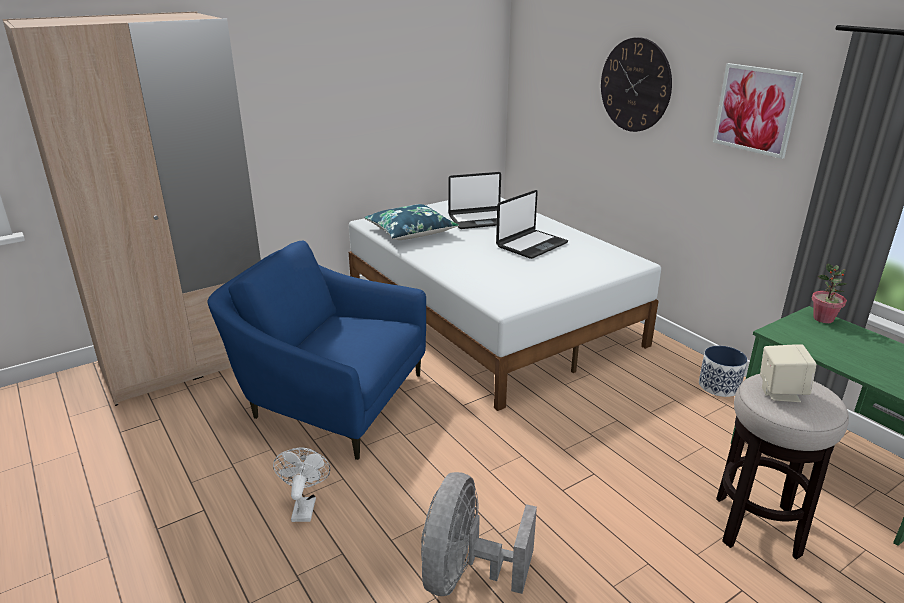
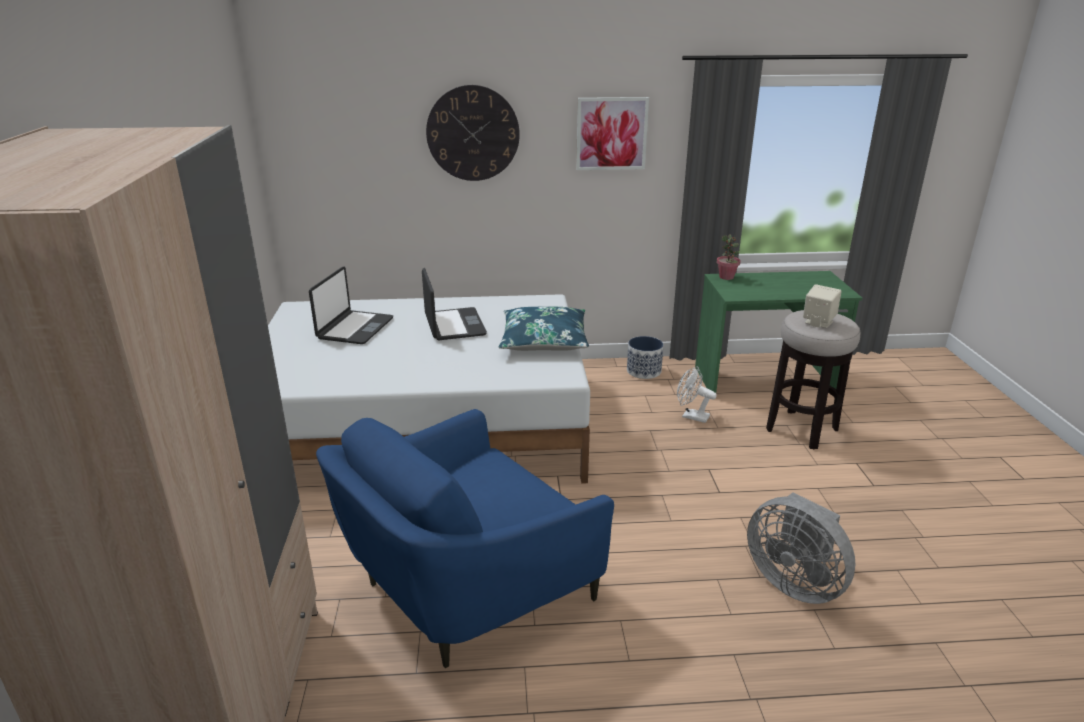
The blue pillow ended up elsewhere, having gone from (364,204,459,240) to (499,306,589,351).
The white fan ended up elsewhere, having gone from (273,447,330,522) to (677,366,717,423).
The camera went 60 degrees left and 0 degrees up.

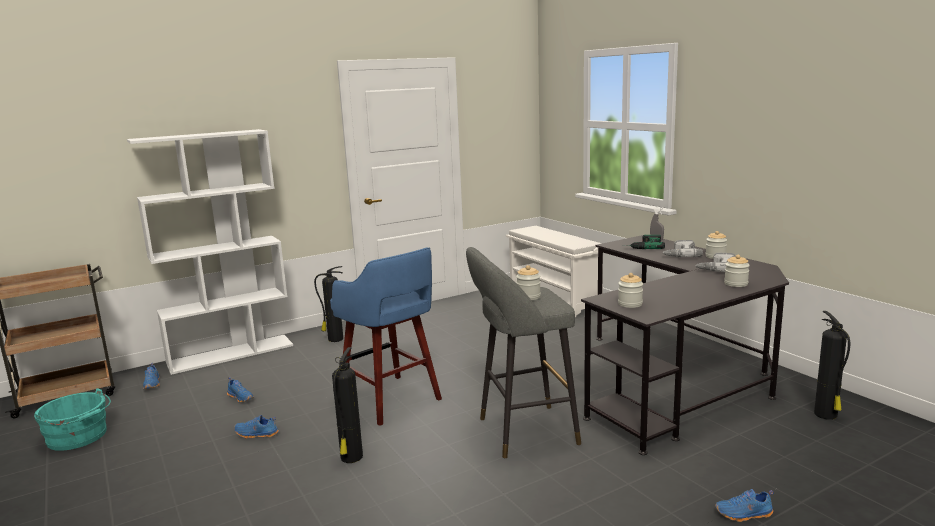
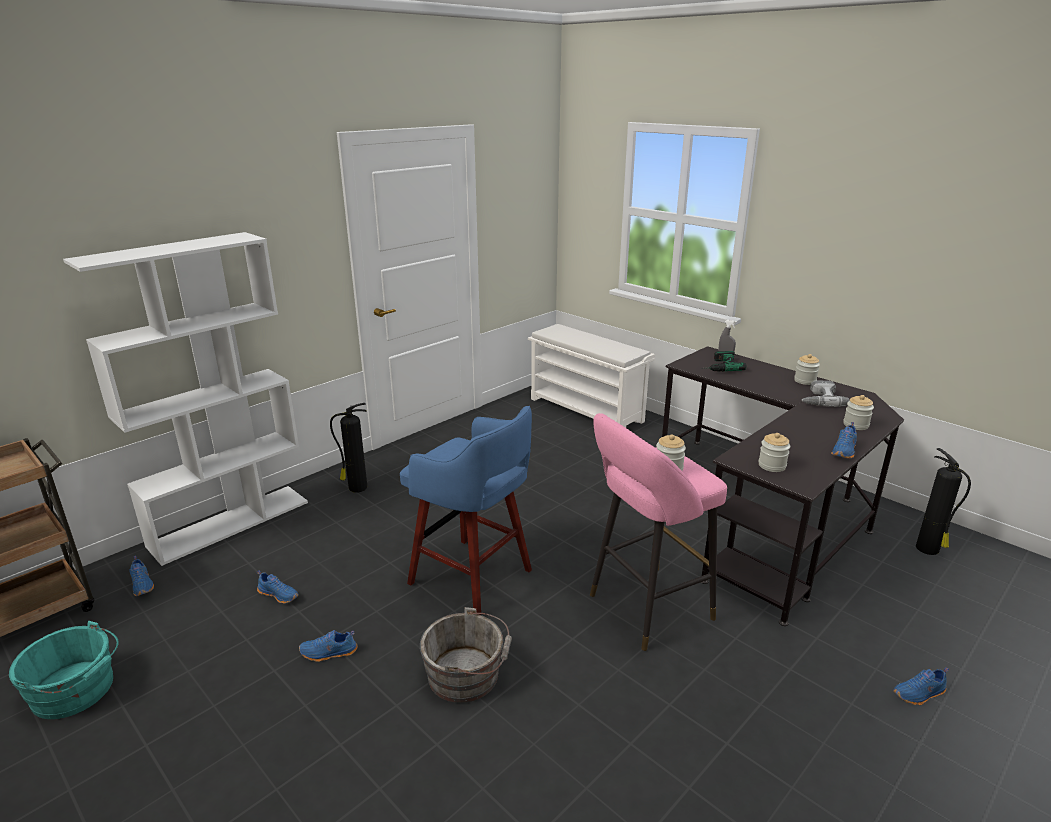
Where the fire extinguisher stood at (332,347,363,463), the grey bucket came to stand at (420,607,512,703).
What was the grey stool at (466,247,581,458) turned into the pink stool at (590,413,727,651).
The second view gained the blue shoe at (831,422,857,459).
The second view lost the power drill at (663,240,703,257).
The camera went 15 degrees left and 10 degrees up.

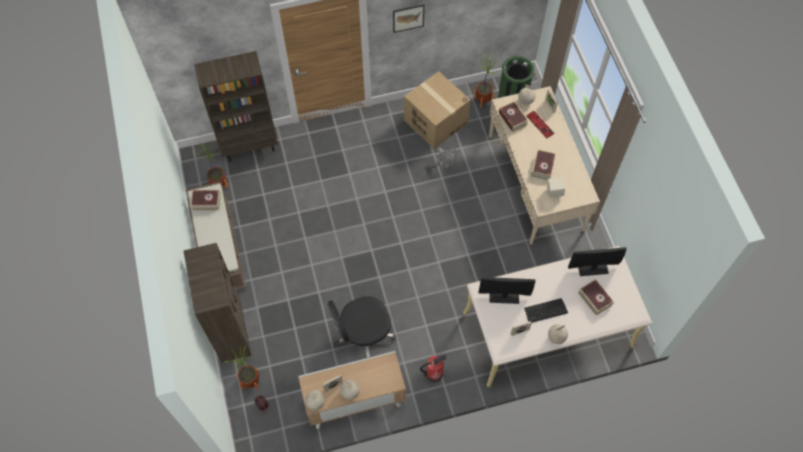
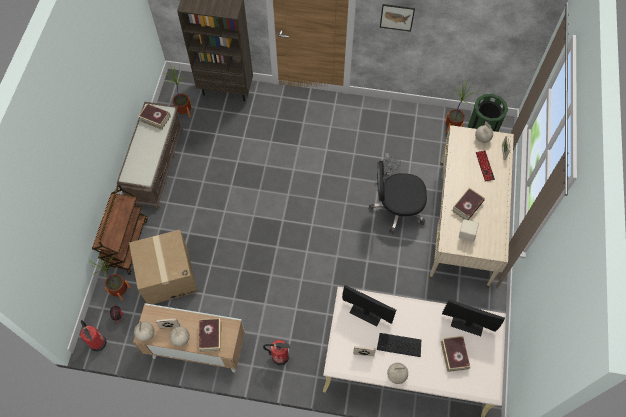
The second view gained the fire extinguisher at (80,320,107,352).
Where the brown bookcase stood at (184,243,251,363), the brown cart came to stand at (92,185,148,275).
The cardboard box ended up elsewhere, having gone from (404,71,470,149) to (129,230,197,304).
The book ended up elsewhere, having gone from (499,101,529,132) to (199,318,221,352).
The black office chair ended up elsewhere, having gone from (327,296,396,358) to (369,161,427,234).
The camera went 25 degrees right and 0 degrees up.

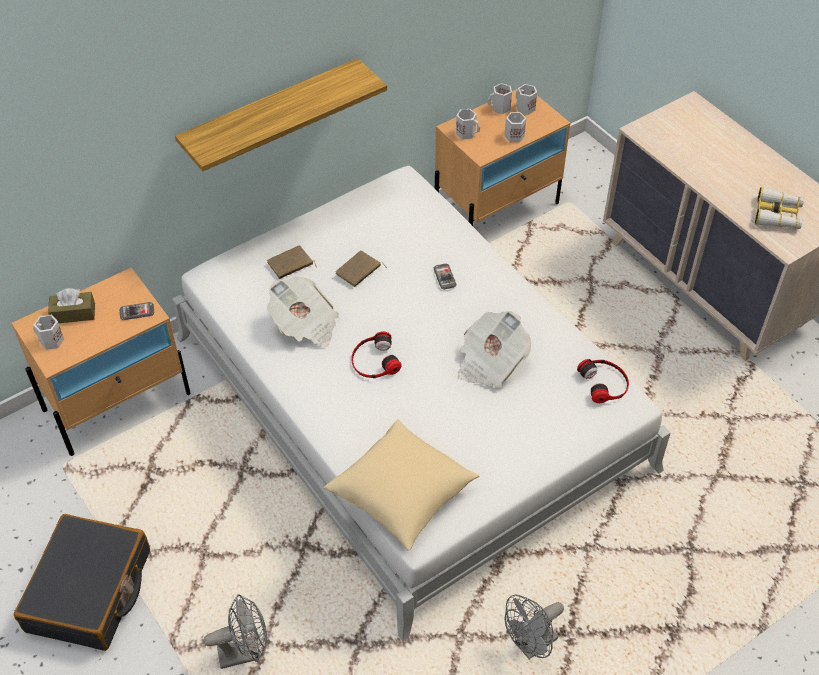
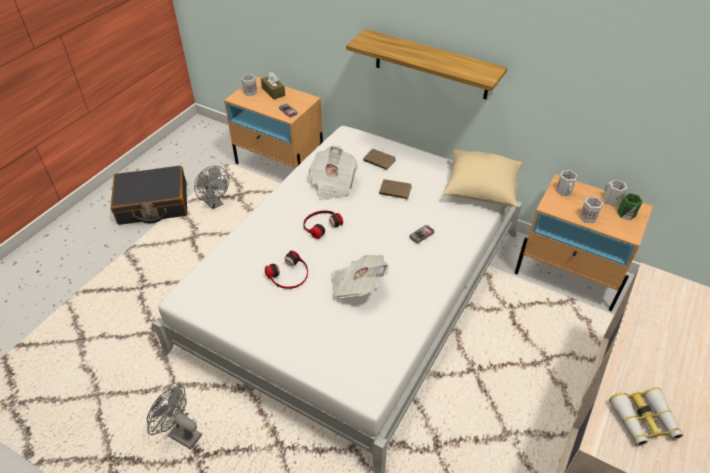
The grey fan ended up elsewhere, having gone from (204,594,267,669) to (194,166,229,210).
The headphones ended up elsewhere, having gone from (577,359,629,403) to (265,251,308,289).
The beige pillow ended up elsewhere, having gone from (323,419,480,551) to (443,150,523,207).
What was the white mug at (516,84,537,115) turned into the green mug at (617,193,643,220).
The camera went 65 degrees right and 5 degrees down.

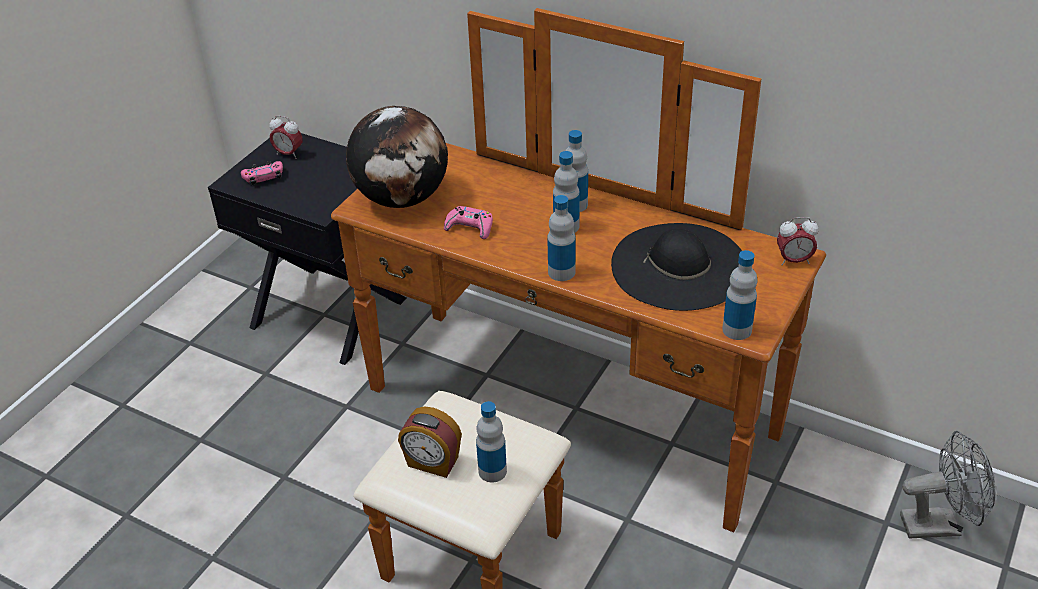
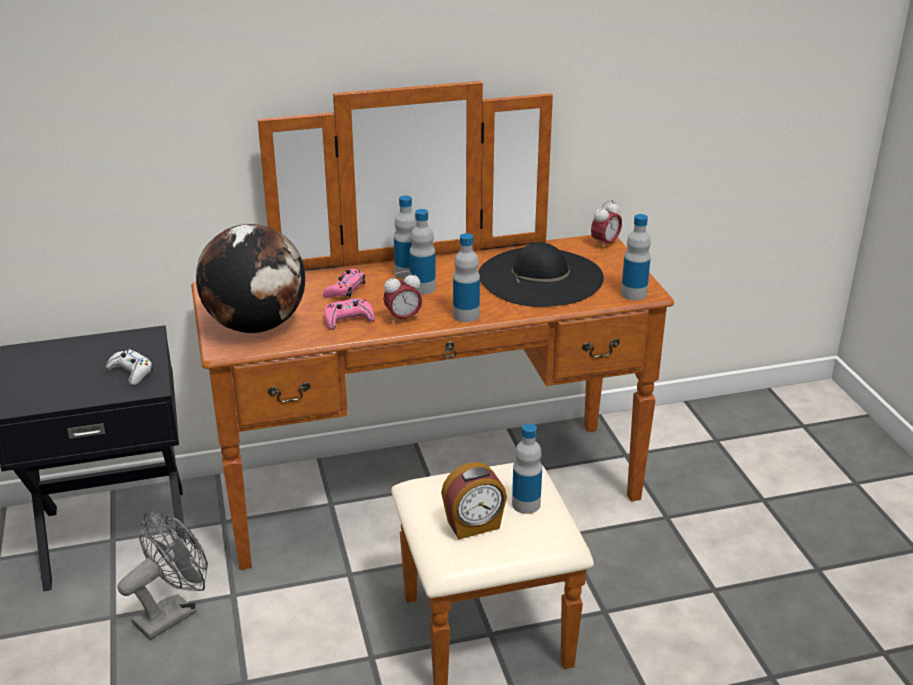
The second view gained the white game controller at (106,350,153,385).
The grey fan ended up elsewhere, having gone from (900,431,996,539) to (118,512,208,640).
The pink game controller ended up elsewhere, having gone from (241,161,283,185) to (323,269,365,298).
The alarm clock ended up elsewhere, having gone from (269,115,303,159) to (383,271,422,324).
The camera went 45 degrees left and 10 degrees down.

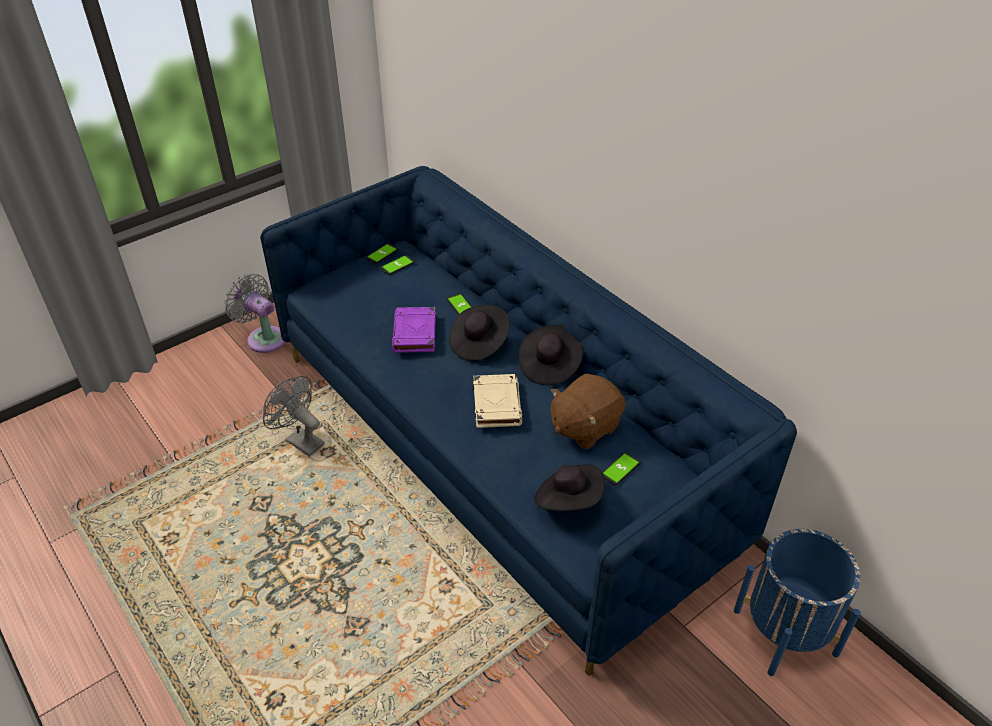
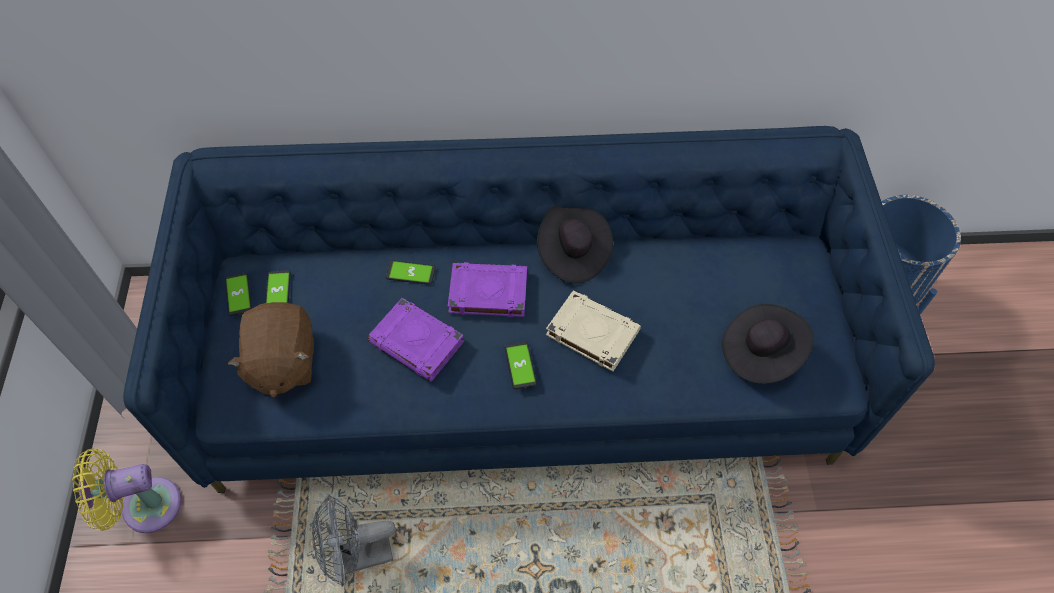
What was the grey fan at (224,274,285,353) turned into the yellow fan at (72,449,181,533).
The brown plush toy ended up elsewhere, having gone from (551,373,626,450) to (227,302,314,397).
Where the black hat stood at (449,305,510,361), the purple book came to stand at (448,262,527,317).
The phone ended up elsewhere, having gone from (603,452,641,486) to (505,342,537,389).
The camera went 55 degrees left and 15 degrees up.

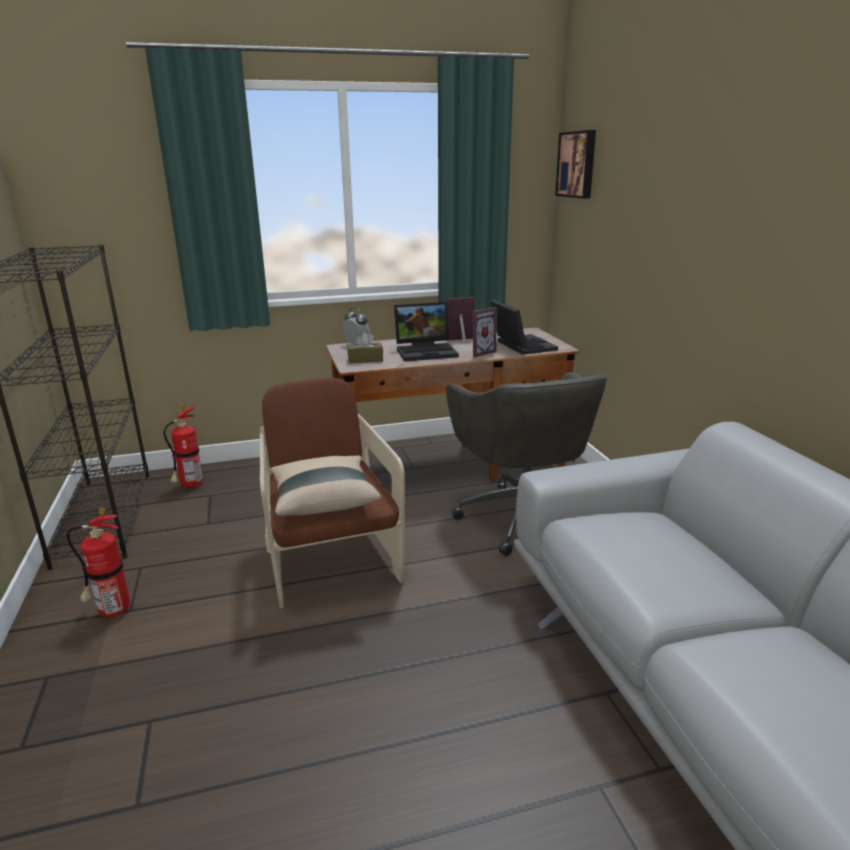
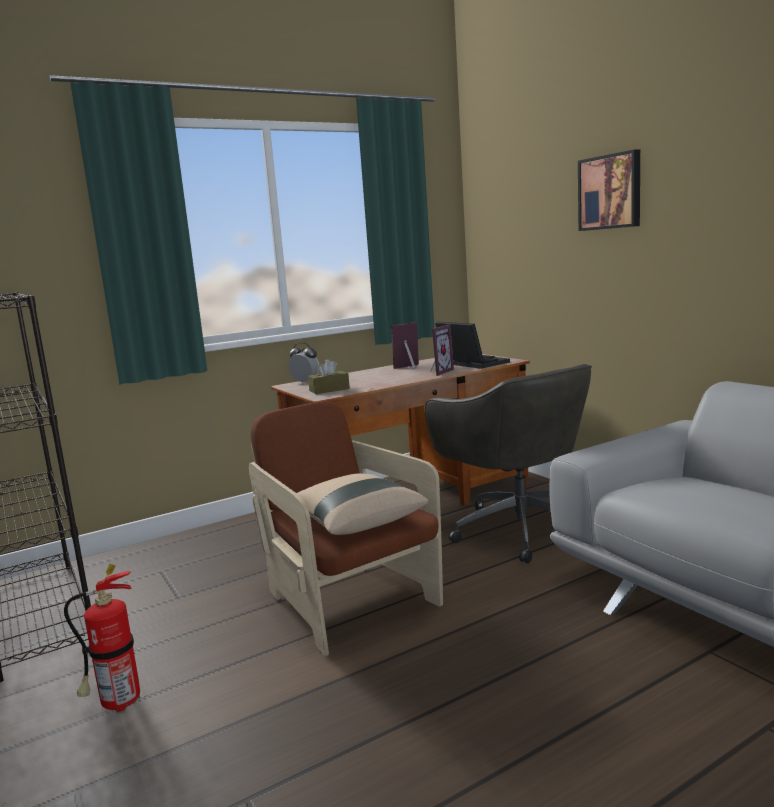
The picture ended up elsewhere, having gone from (555,130,596,199) to (578,149,640,231).
The second view lost the fire extinguisher at (163,403,203,488).
The second view lost the laptop at (394,302,459,361).
The camera went 15 degrees left and 10 degrees down.

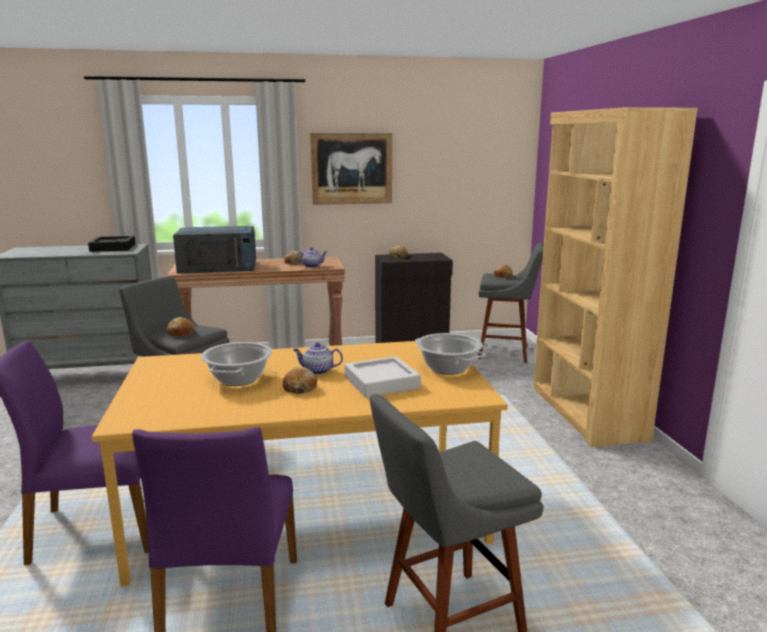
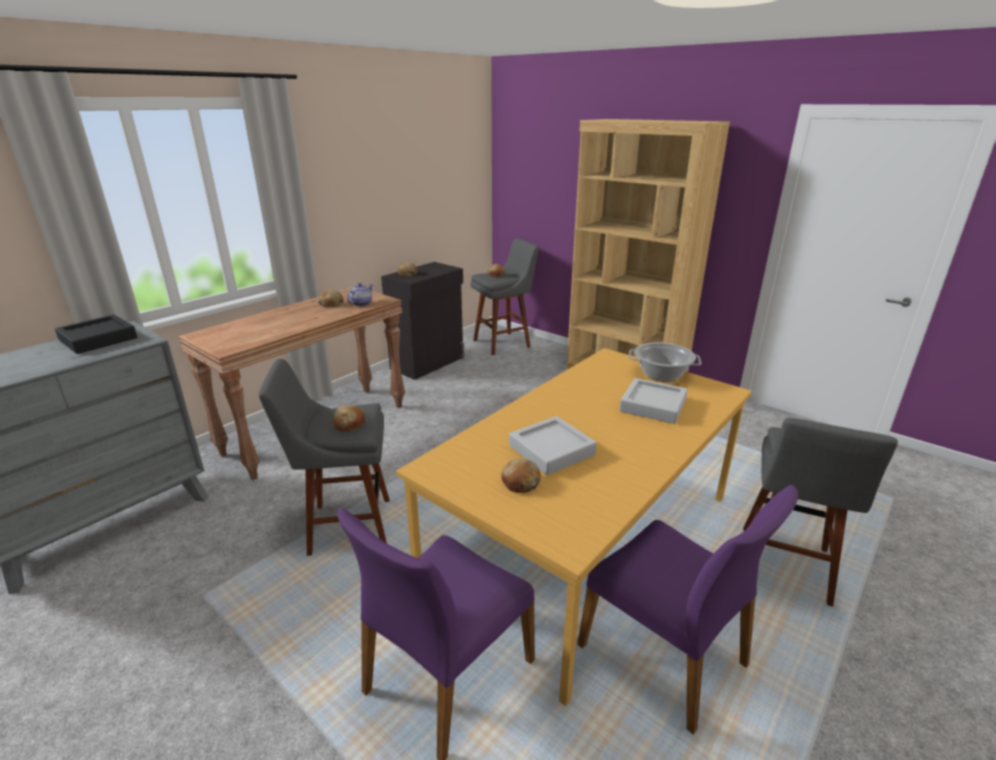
The bread ended up elsewhere, having gone from (283,367,317,394) to (501,459,541,493).
Where the cooking pot stood at (201,342,273,386), the grey tray came to stand at (509,416,597,475).
The second view lost the blue microwave at (173,226,256,274).
The second view lost the teapot at (293,342,343,375).
The second view lost the picture at (310,133,392,205).
The camera went 40 degrees left and 10 degrees up.

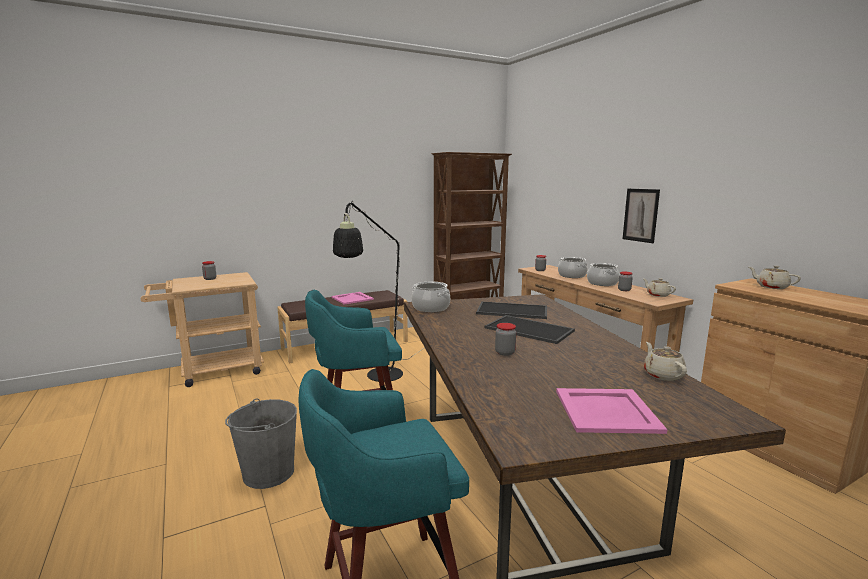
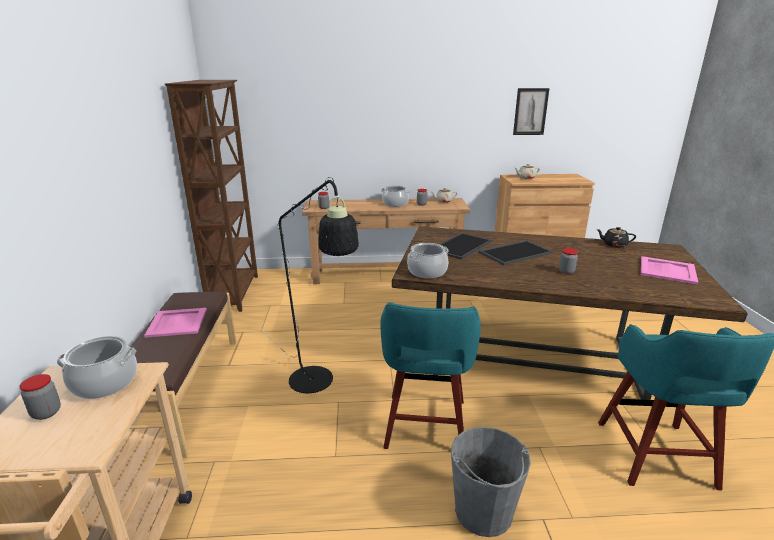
The cooking pot ended up elsewhere, having gone from (558,257,587,278) to (57,336,137,399).
The picture ended up elsewhere, having gone from (623,189,660,243) to (513,88,549,135).
What was the beige teapot at (644,342,687,381) turned into the black teapot at (596,227,636,247).
The camera went 65 degrees left and 10 degrees up.

